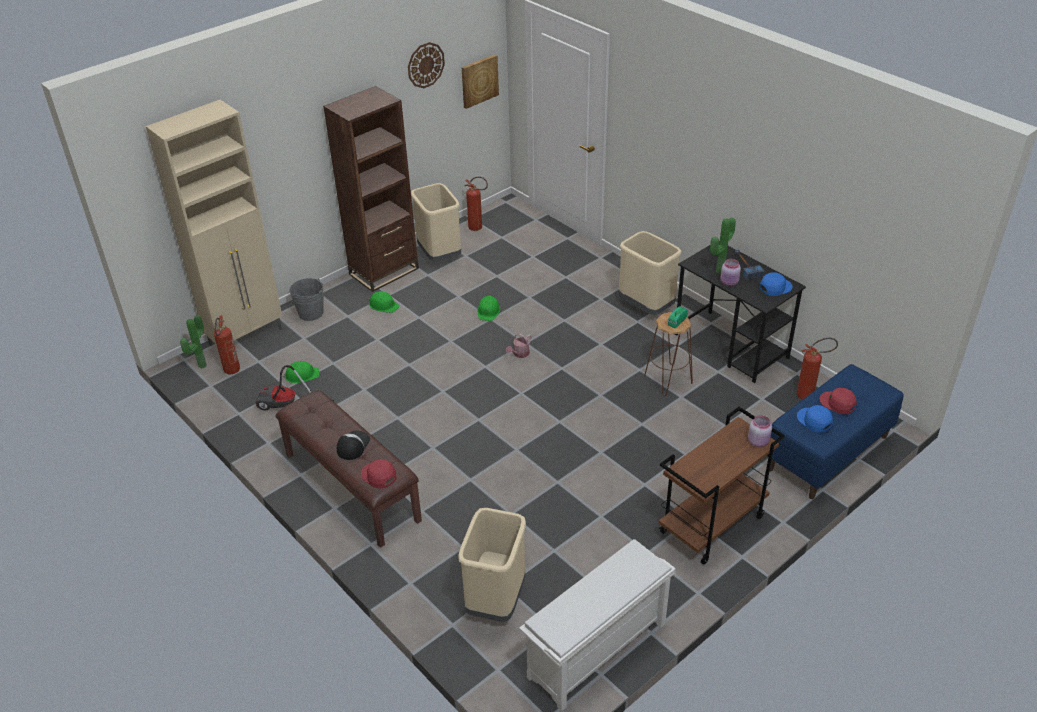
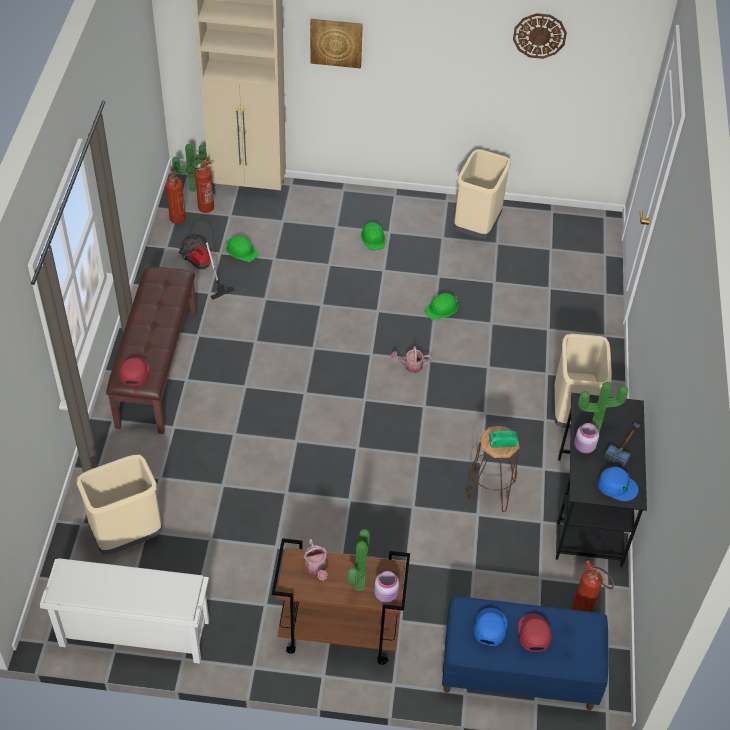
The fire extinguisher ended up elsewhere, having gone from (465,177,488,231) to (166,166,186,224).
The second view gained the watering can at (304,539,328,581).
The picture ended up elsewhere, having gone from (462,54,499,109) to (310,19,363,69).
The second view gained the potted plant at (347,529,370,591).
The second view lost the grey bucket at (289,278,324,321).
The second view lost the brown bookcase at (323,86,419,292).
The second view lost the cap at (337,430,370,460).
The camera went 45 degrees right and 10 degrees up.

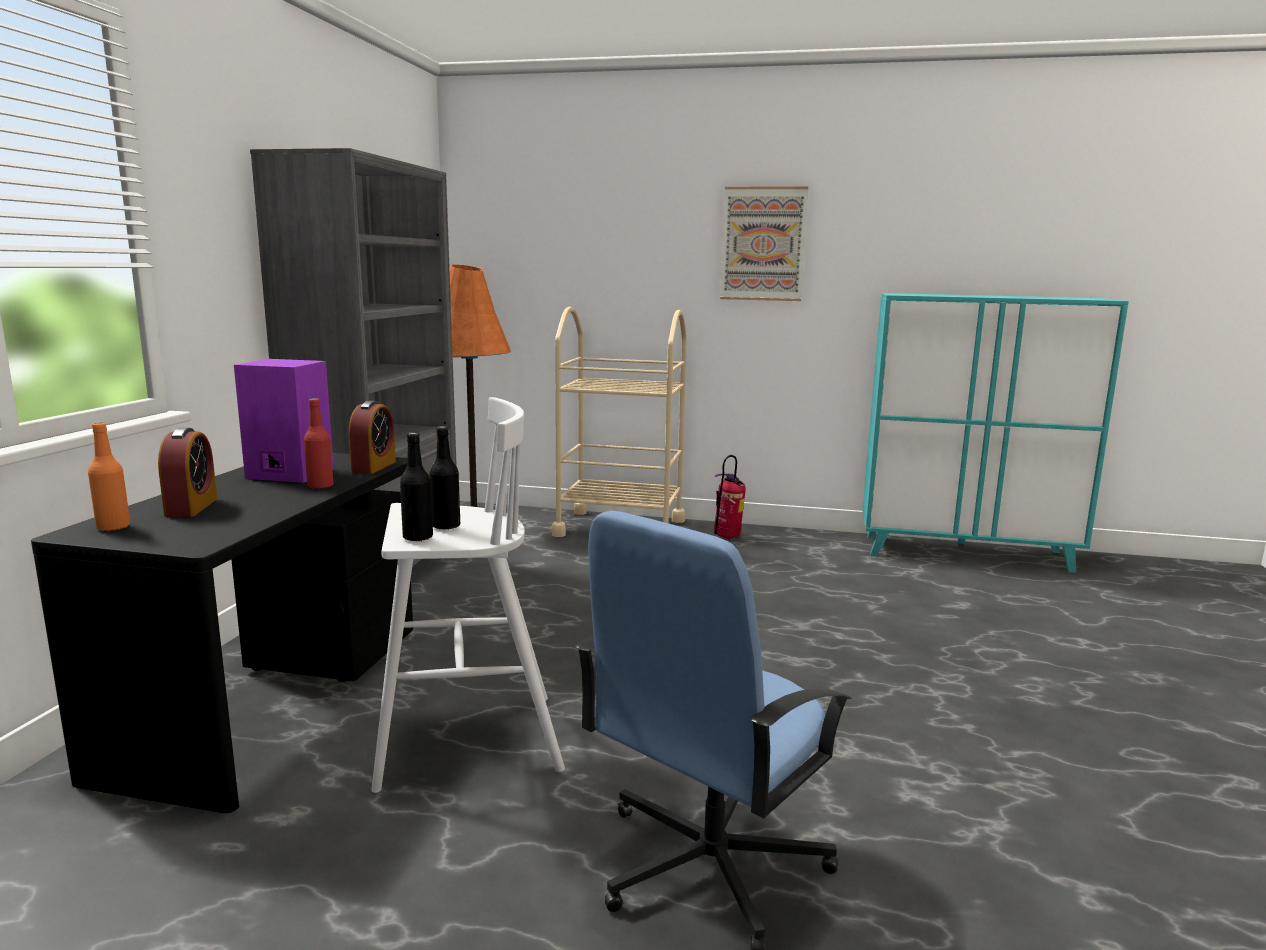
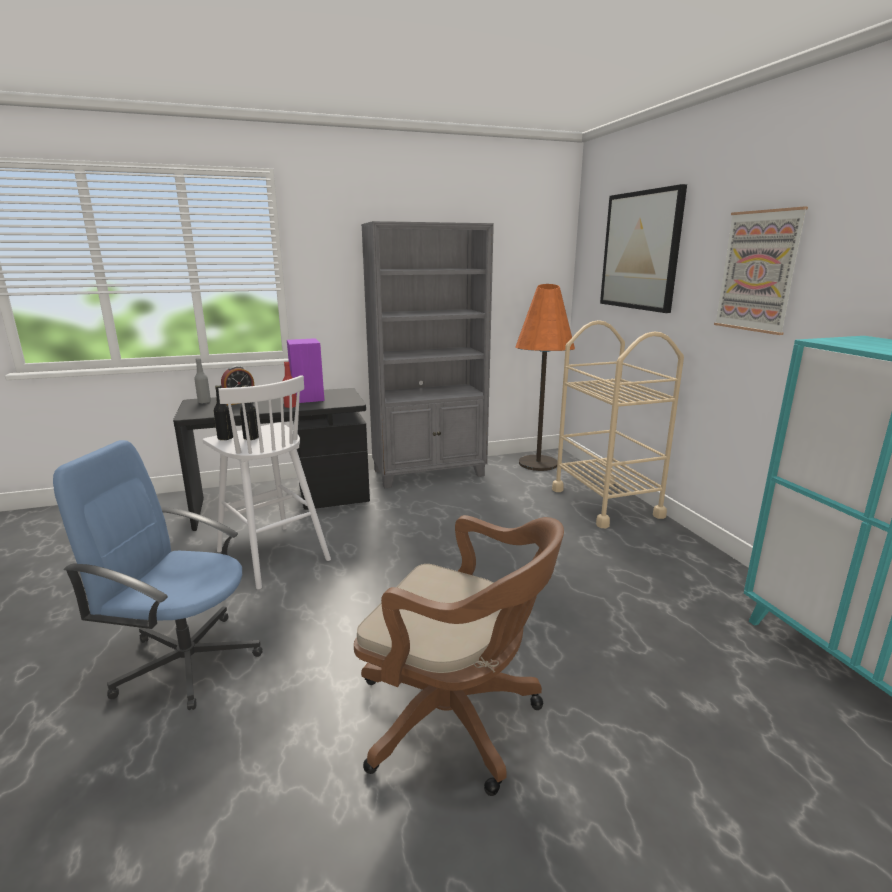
What was the orange bottle at (88,422,130,531) turned into the grey bottle at (194,358,211,403).
The second view gained the brown office chair at (354,515,564,796).
The second view gained the picture at (600,184,687,313).
The second view lost the alarm clock at (349,401,396,474).
The second view lost the fire extinguisher at (714,455,746,539).
The camera went 60 degrees right and 5 degrees up.

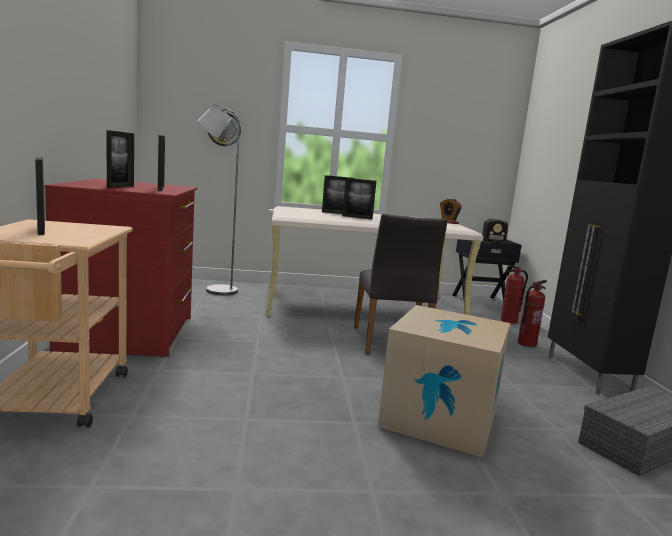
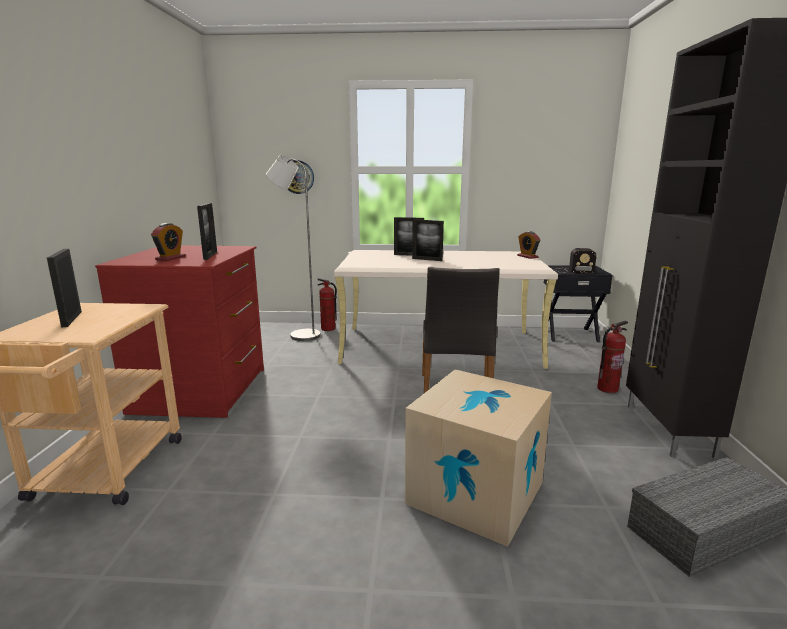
Where the picture frame stood at (106,130,134,188), the alarm clock came to stand at (151,223,186,261).
The fire extinguisher ended up elsewhere, having gone from (501,265,528,324) to (317,278,337,331).
The camera went 10 degrees right and 5 degrees up.

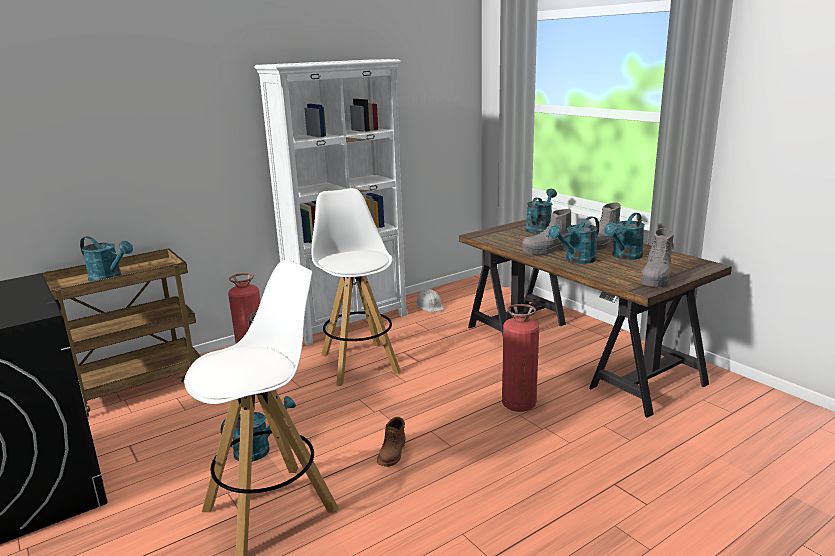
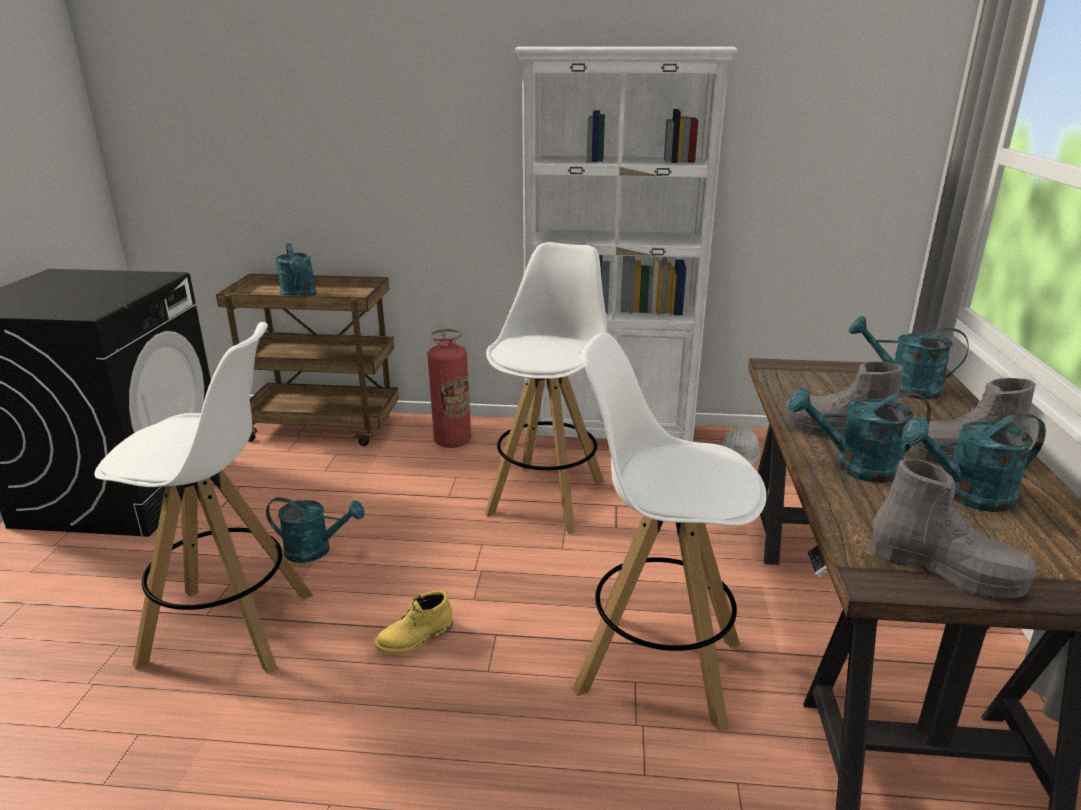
What was the brown boot at (377,417,405,467) turned into the yellow boot at (375,590,453,654).
Where the fire extinguisher stood at (502,304,539,412), the white stool came to stand at (572,333,767,732).
The turquoise watering can at (526,189,557,234) ended up facing another way, 135 degrees counterclockwise from before.
The grey boot at (641,228,674,287) ended up facing another way, 120 degrees counterclockwise from before.
The camera went 40 degrees right and 5 degrees up.

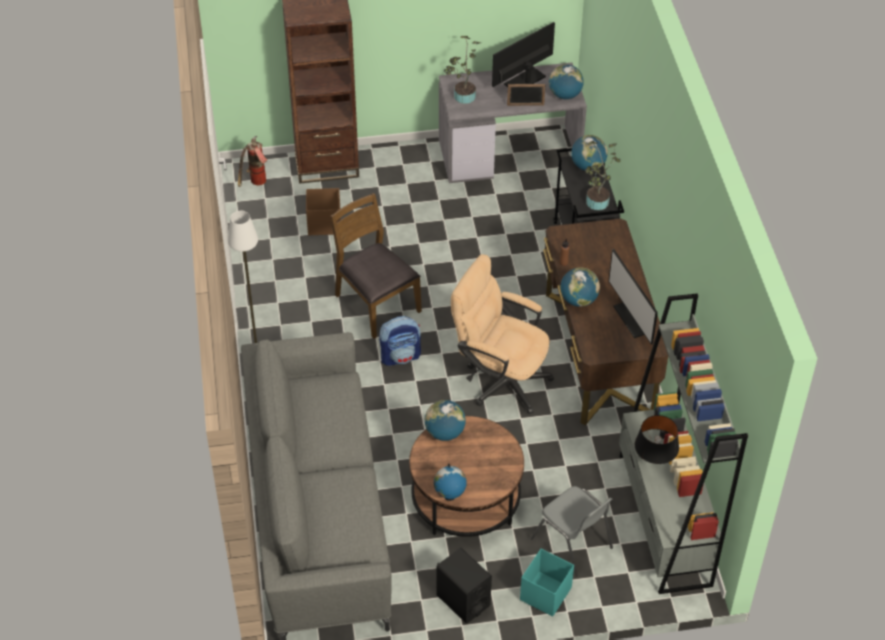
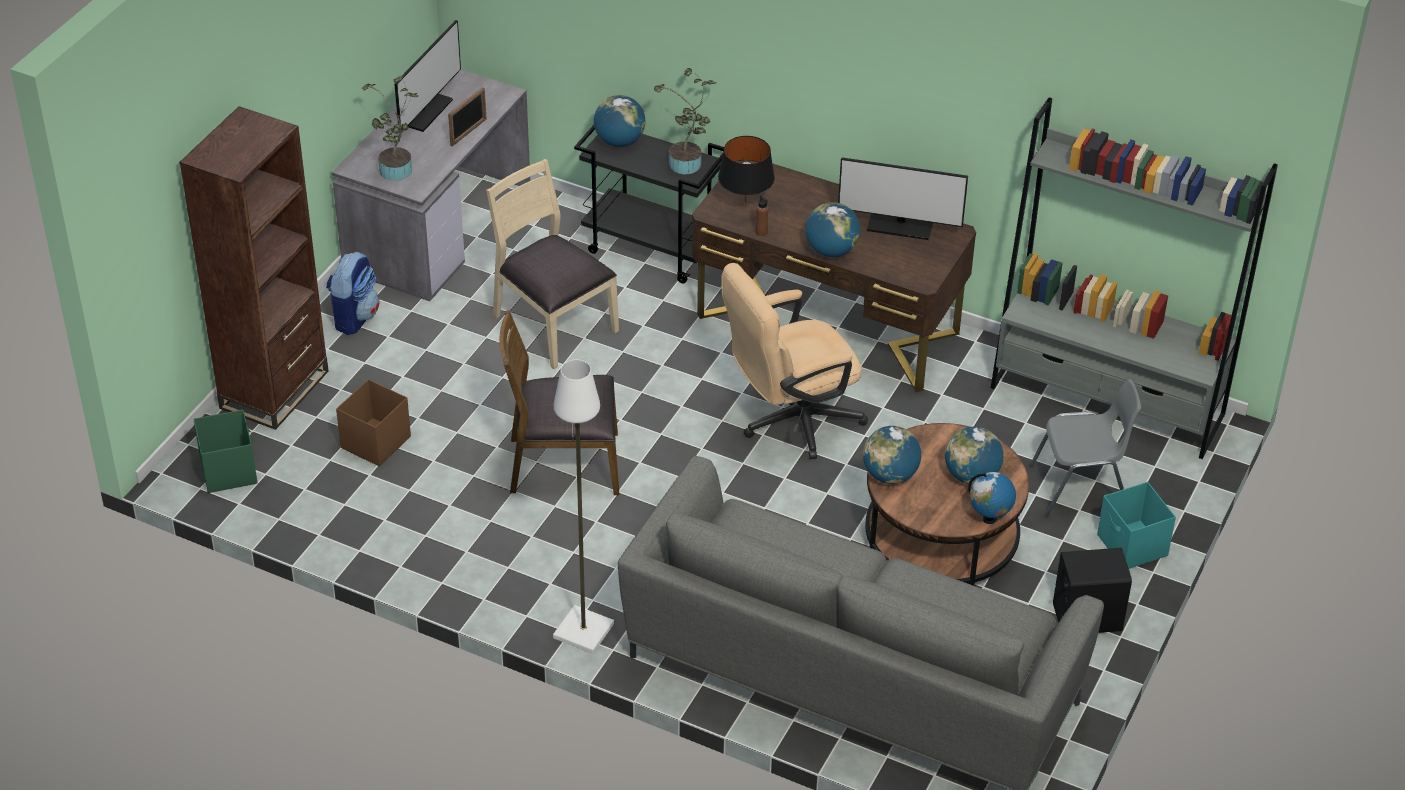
Where the fire extinguisher stood at (238,136,267,187), the green storage box came to stand at (193,409,257,493).
The backpack ended up elsewhere, having gone from (379,316,421,366) to (326,251,380,335).
The monitor at (492,22,555,87) ended up facing another way, 150 degrees counterclockwise from before.
The second view gained the beige chair at (486,159,619,369).
The black table lamp ended up elsewhere, having gone from (635,415,679,464) to (718,136,775,207).
The globe ended up elsewhere, having gone from (549,64,584,99) to (945,427,1003,485).
The camera went 55 degrees left and 5 degrees down.

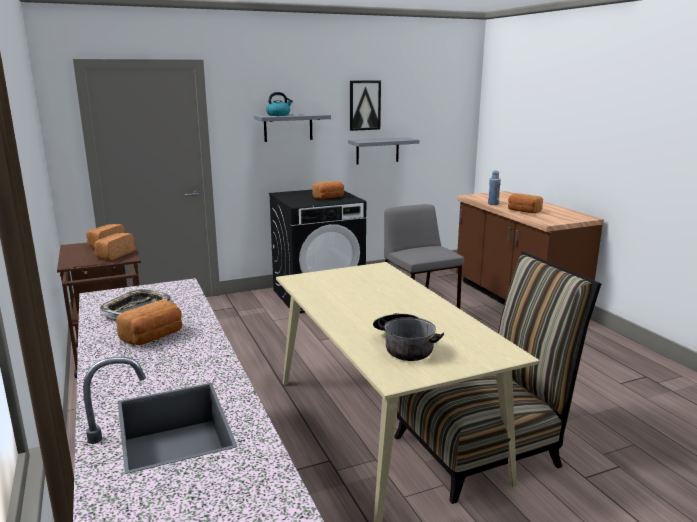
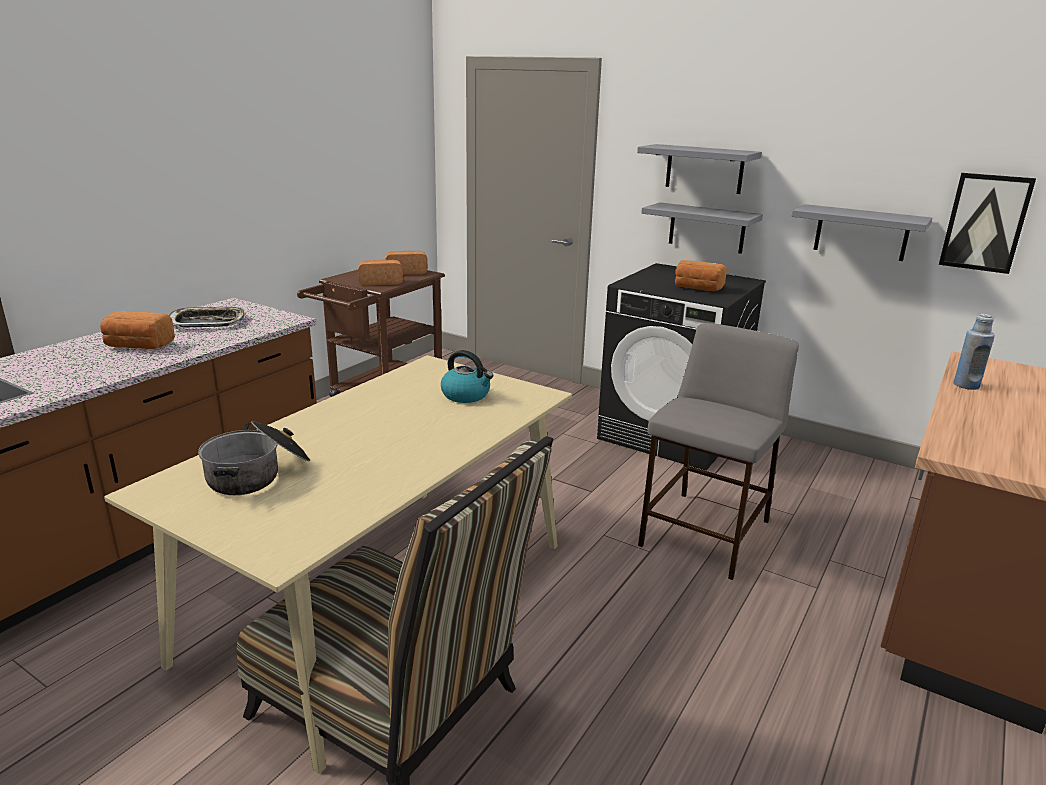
The kettle ended up elsewhere, having gone from (266,92,293,116) to (441,350,493,403).
The second view gained the grey shelf at (641,202,763,254).
The picture ended up elsewhere, having gone from (350,80,381,131) to (939,173,1036,274).
The second view lost the bread at (508,193,543,213).
The camera went 55 degrees right and 5 degrees up.

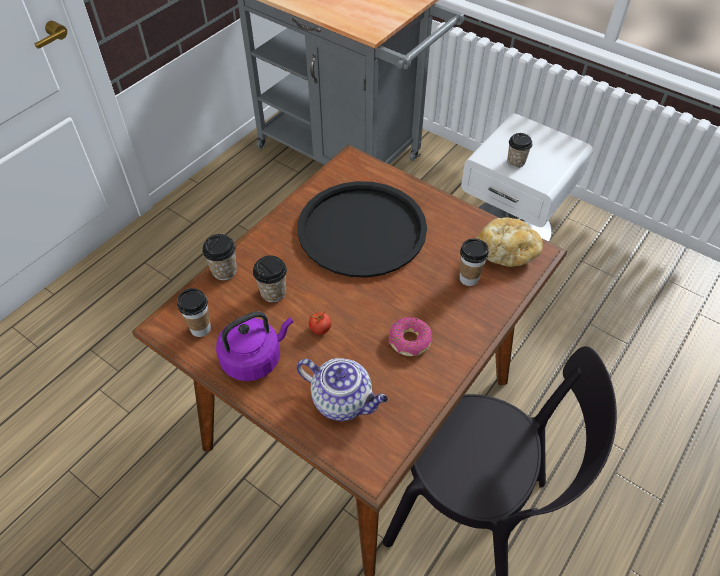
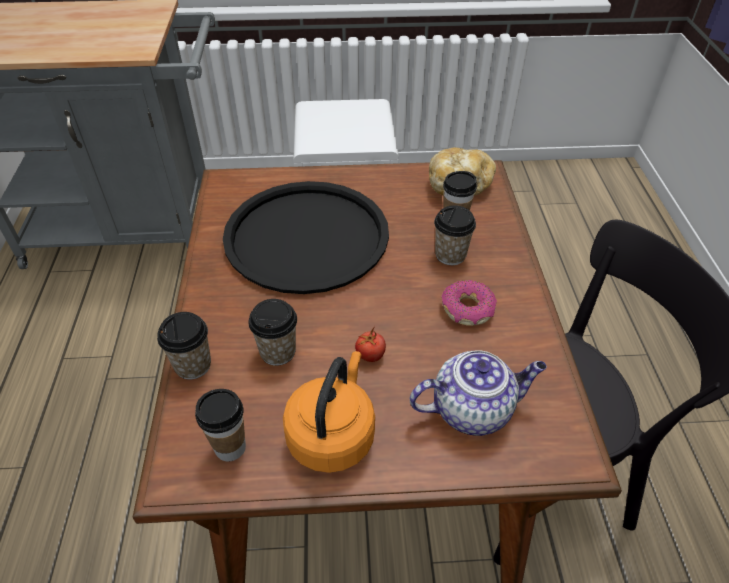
What was the purple kettle at (216,311,293,381) turned into the orange kettle at (283,351,375,473).
The cup ended up elsewhere, having gone from (507,133,533,168) to (434,205,476,265).
The camera went 40 degrees left and 5 degrees down.

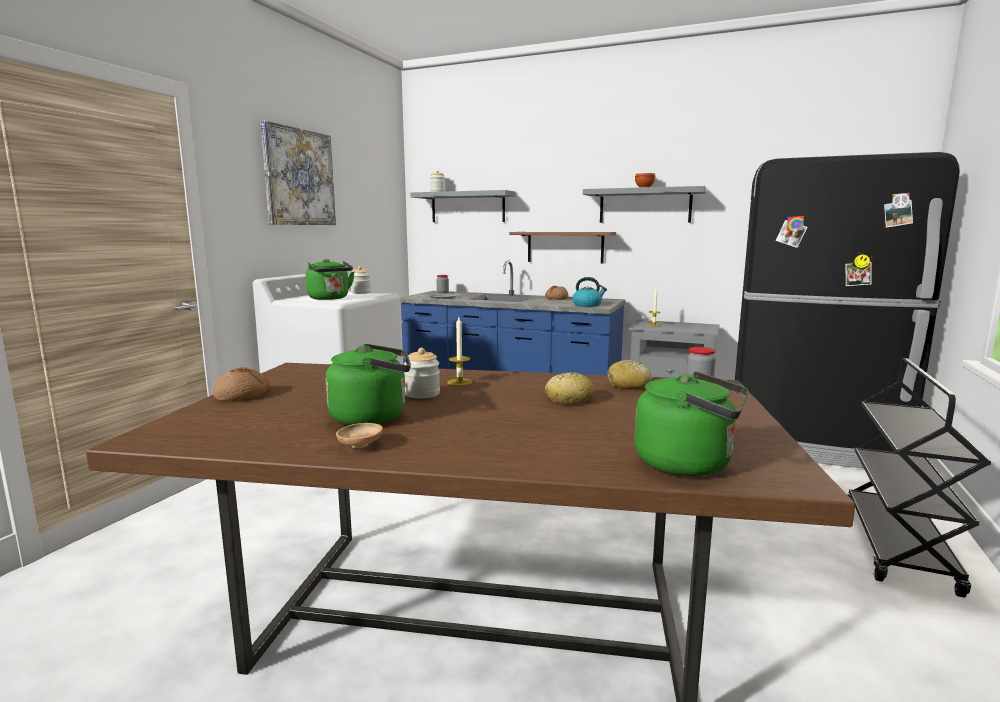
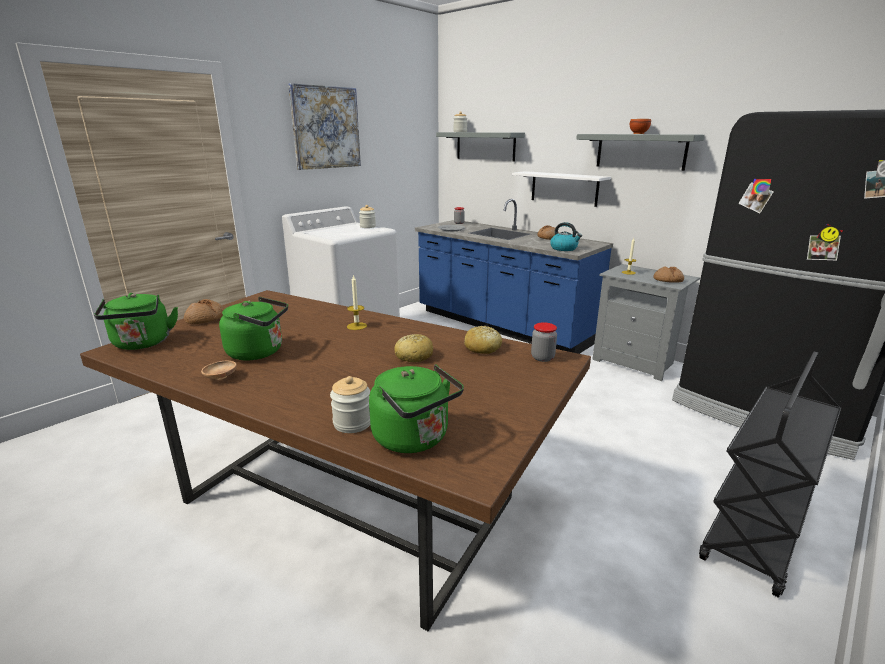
The green kettle ended up elsewhere, having gone from (306,259,355,300) to (94,293,178,350).
The jar ended up elsewhere, having gone from (404,348,440,399) to (330,376,370,433).
What was the brown shelf at (509,232,616,264) turned into the white shelf at (512,171,611,207).
The second view gained the bread at (653,266,684,283).
The camera went 20 degrees right and 10 degrees up.

